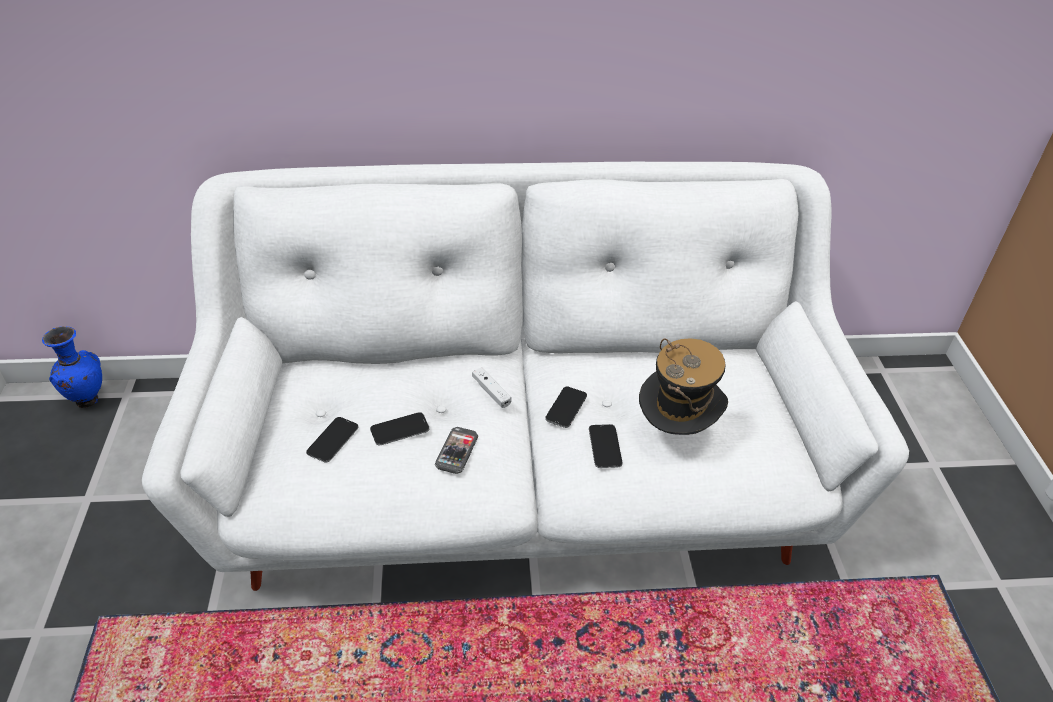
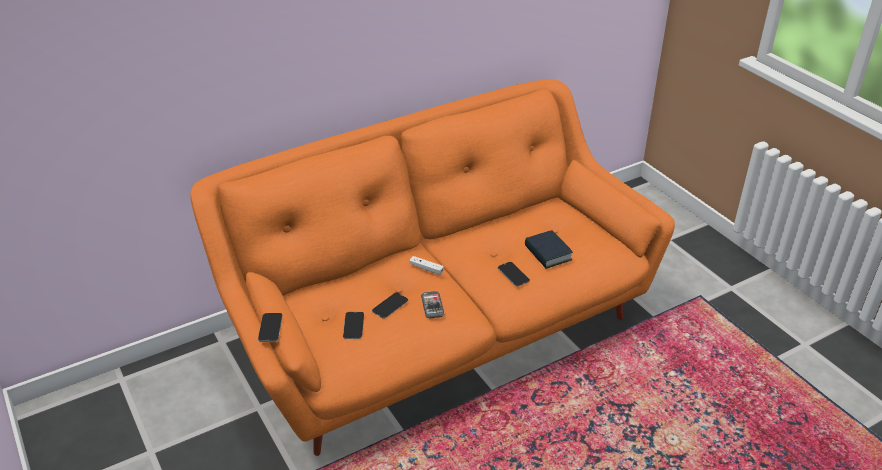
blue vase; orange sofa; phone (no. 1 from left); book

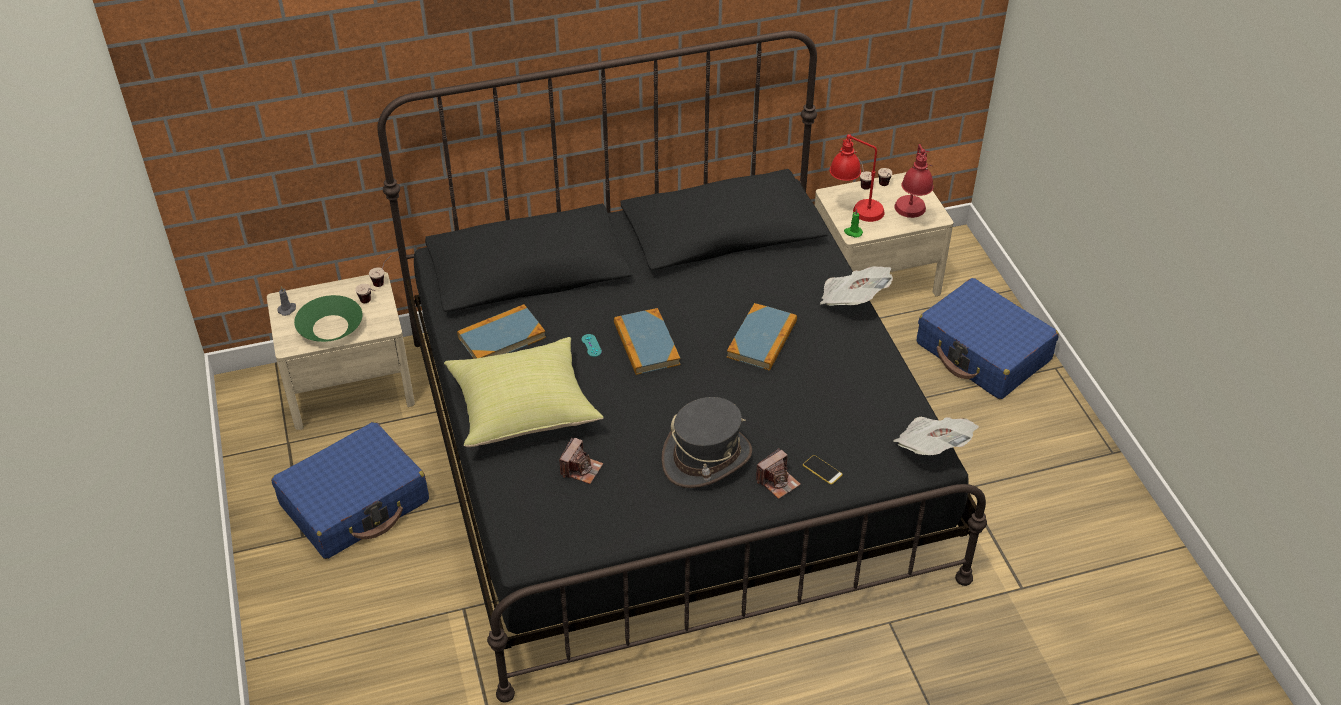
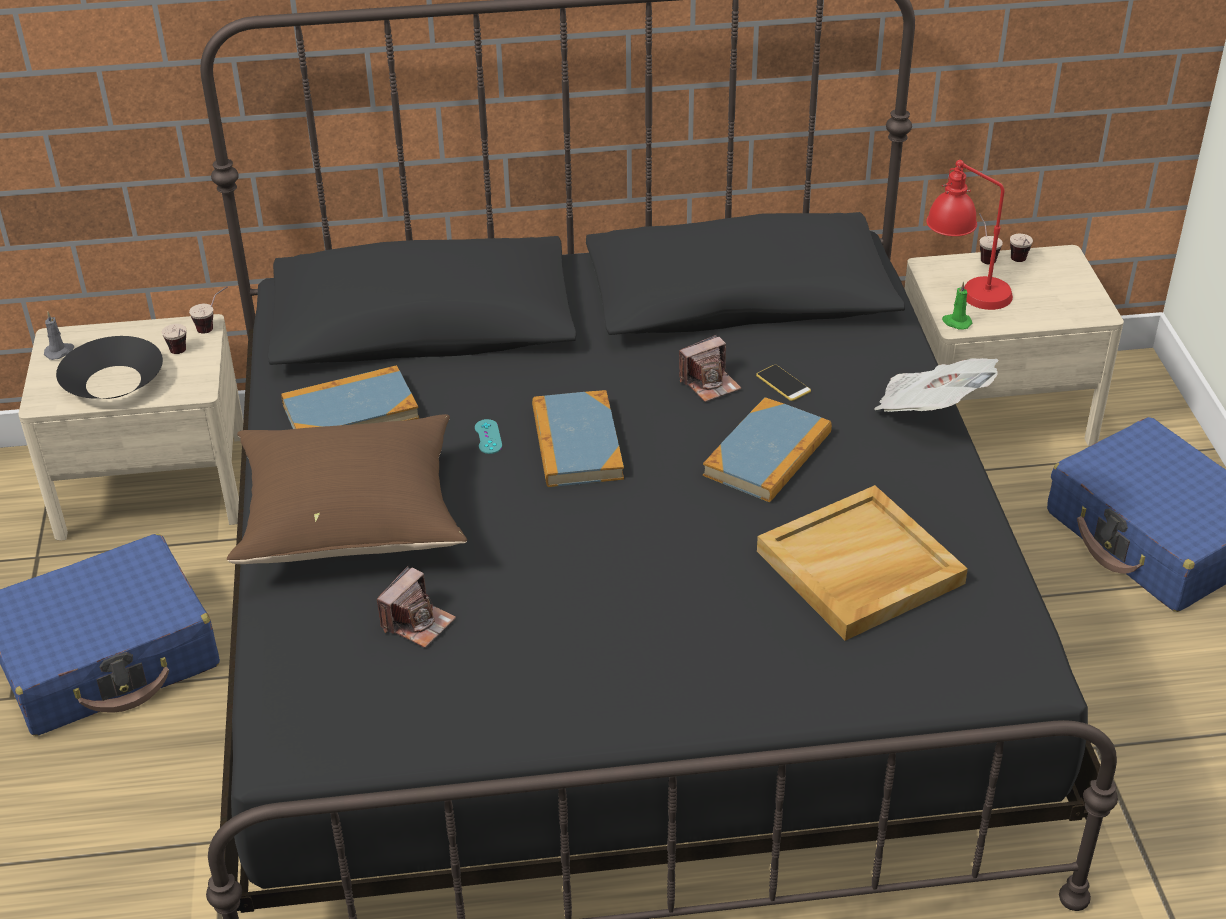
black bowl; brown pillow; grey hat; photo camera (no. 2 from left); phone; newspaper (no. 2 from left in the first image); red table lamp (no. 2 from left in the first image); beige tray

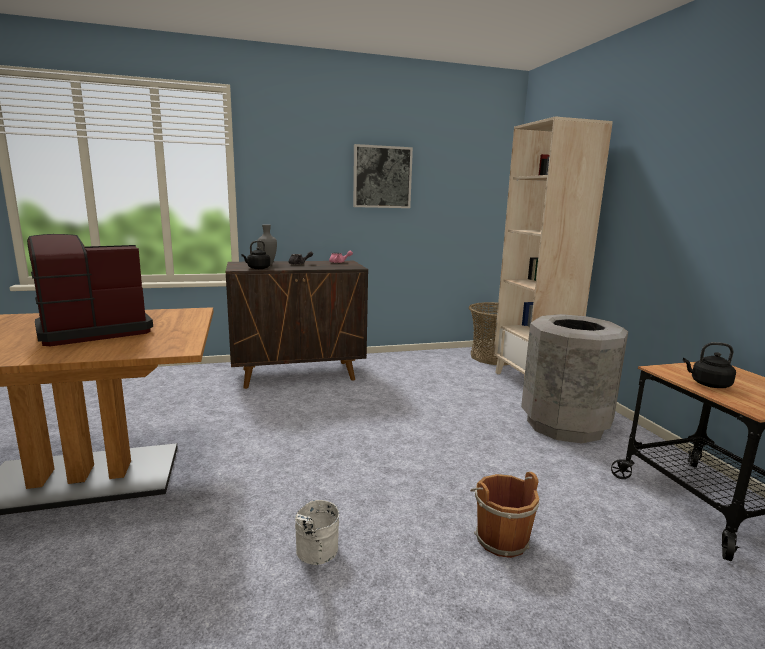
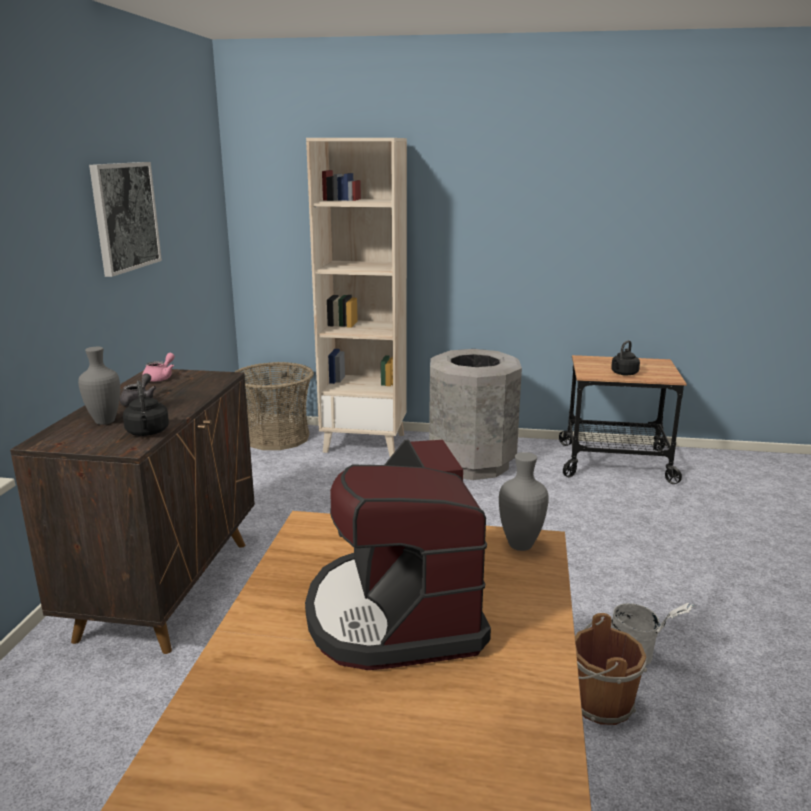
brown bucket; grey vase (no. 2 from left)

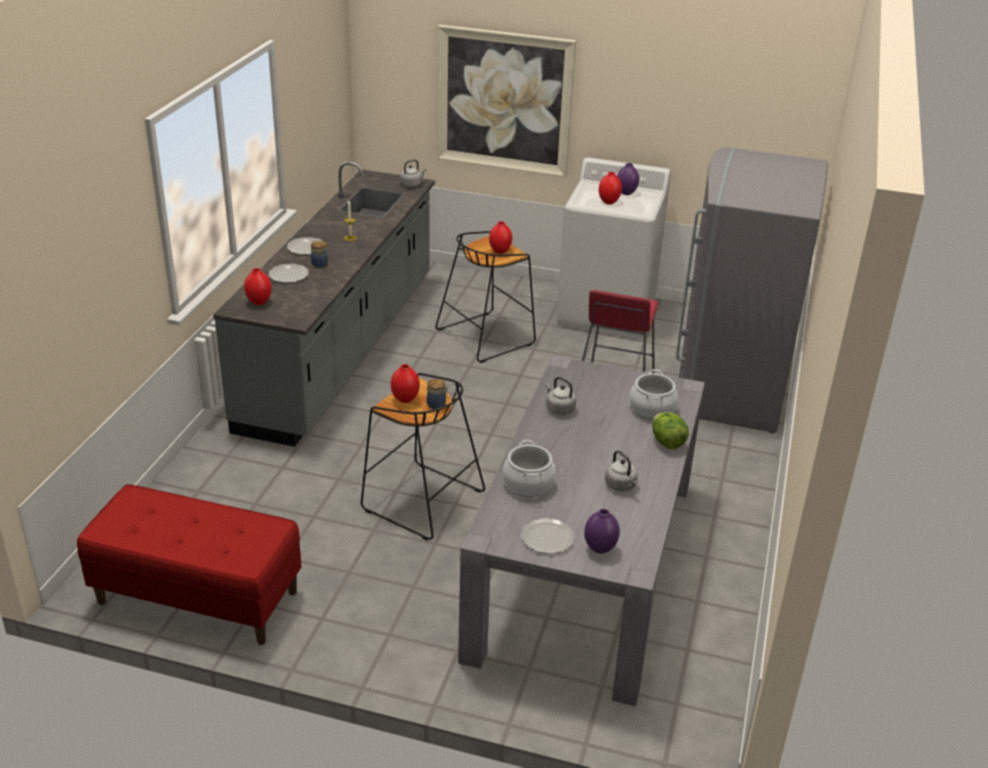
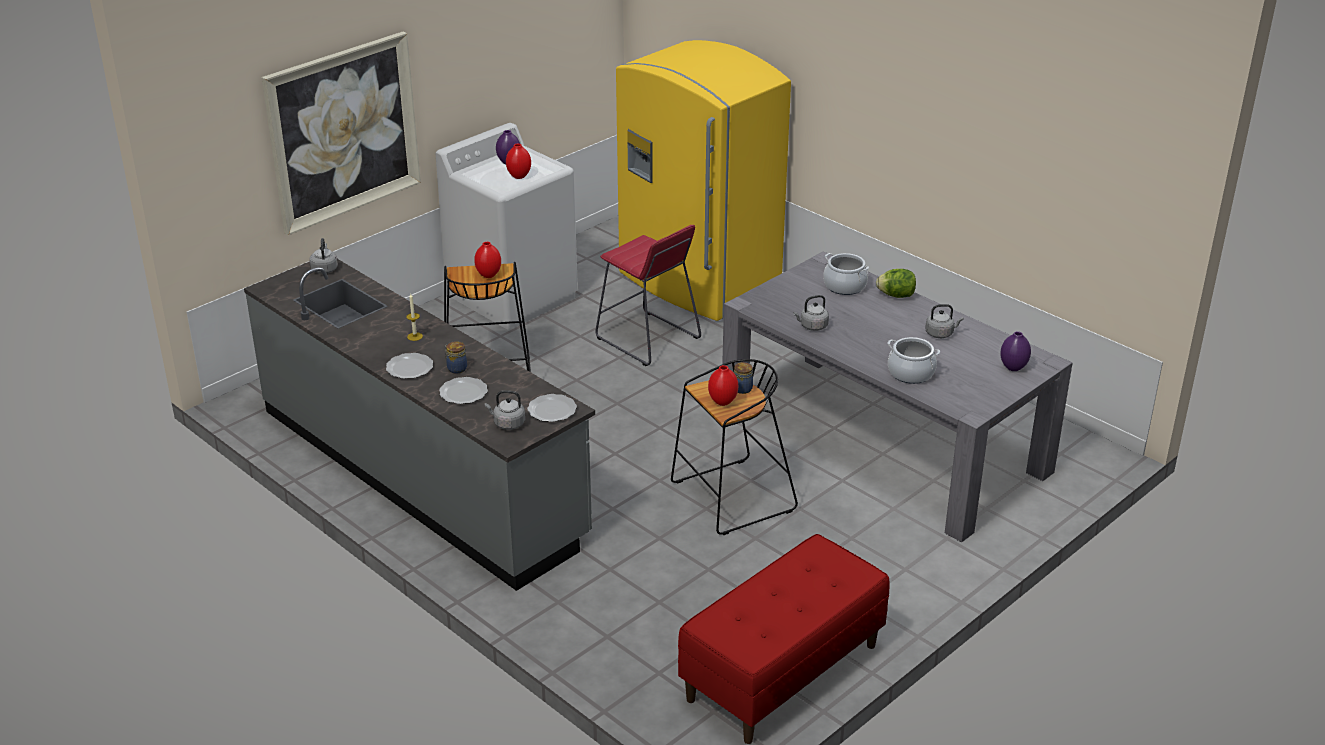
grey kettle (no. 2 from left); plate (no. 3 from left); yellow fridge

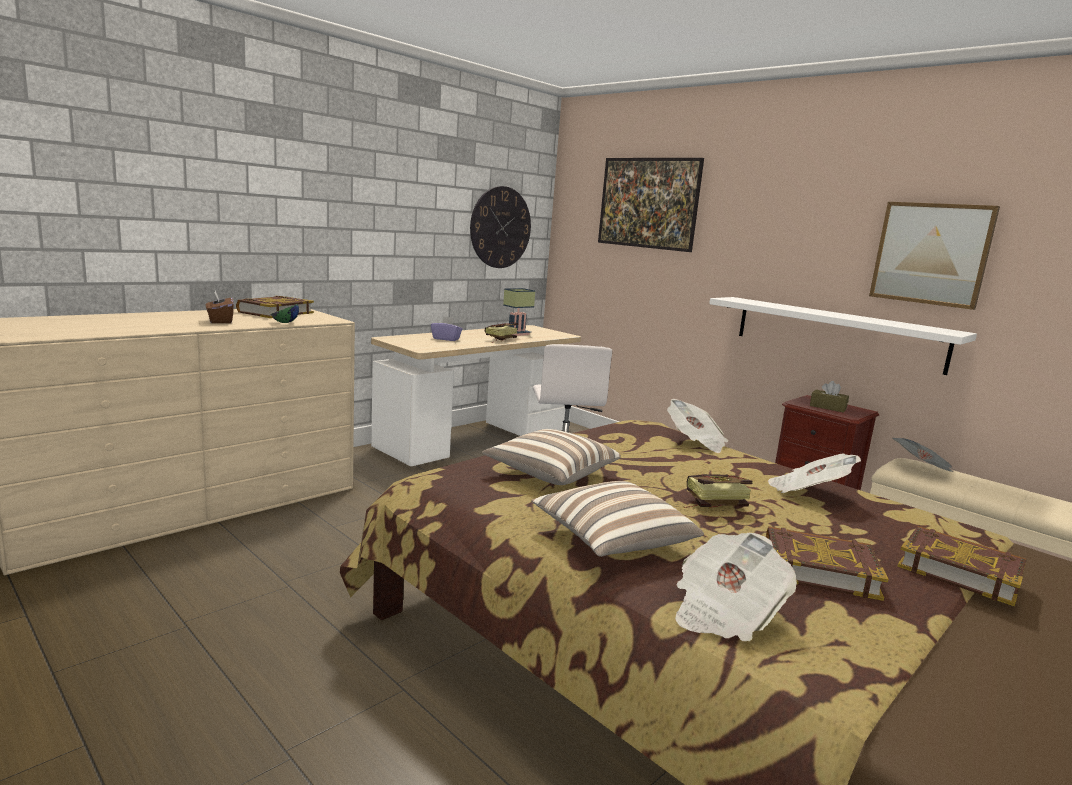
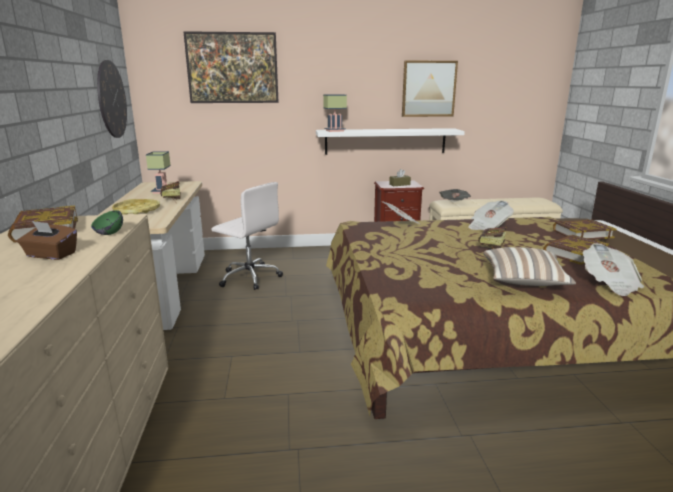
yellow tray; pillow (no. 1 from left in the first image); table lamp (no. 2 from left)

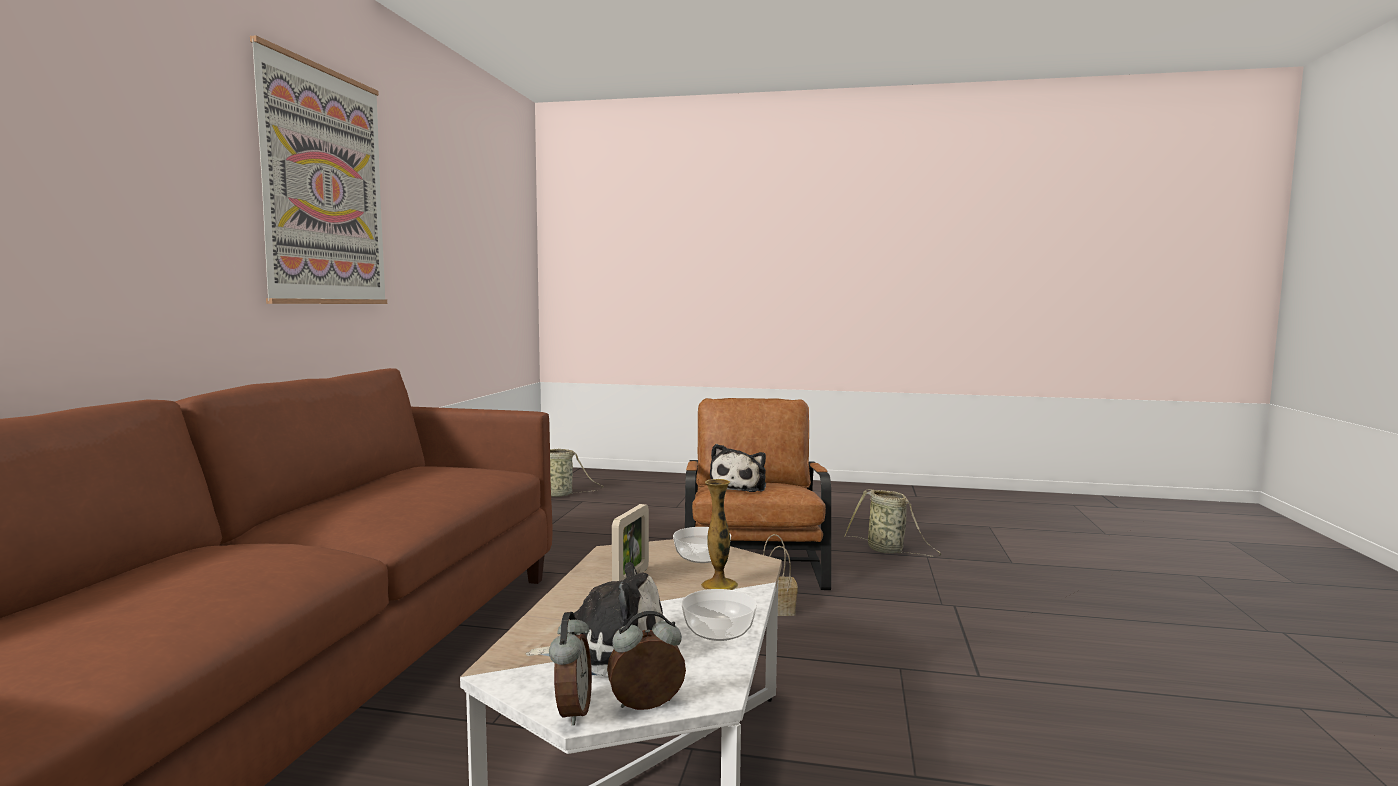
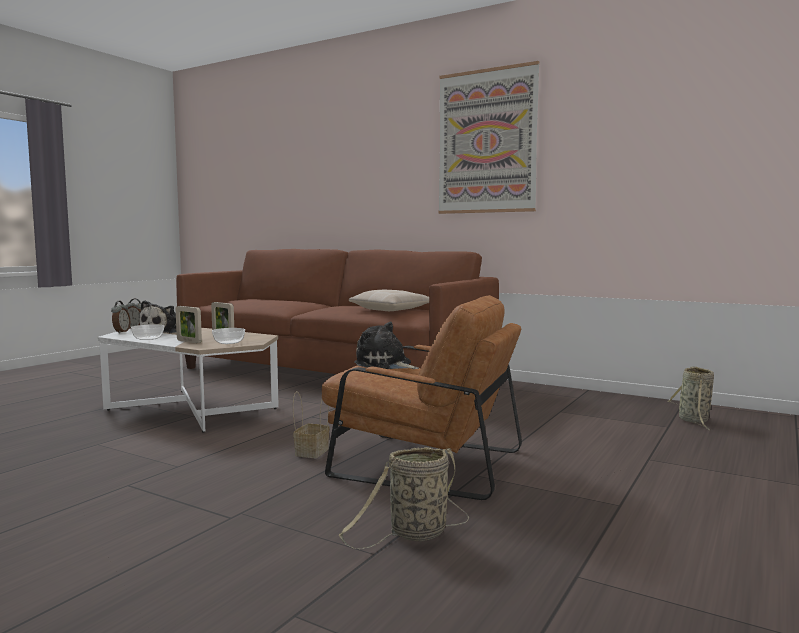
picture frame (no. 1 from left); beige pillow

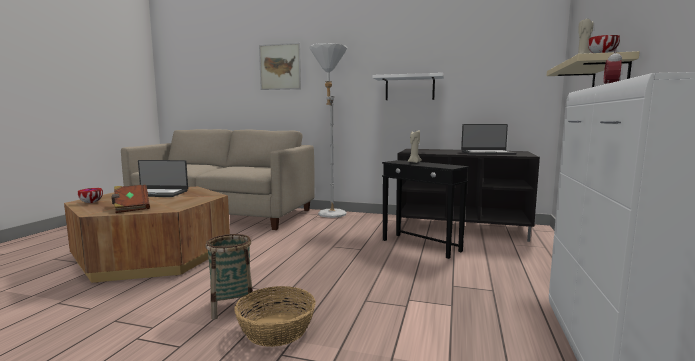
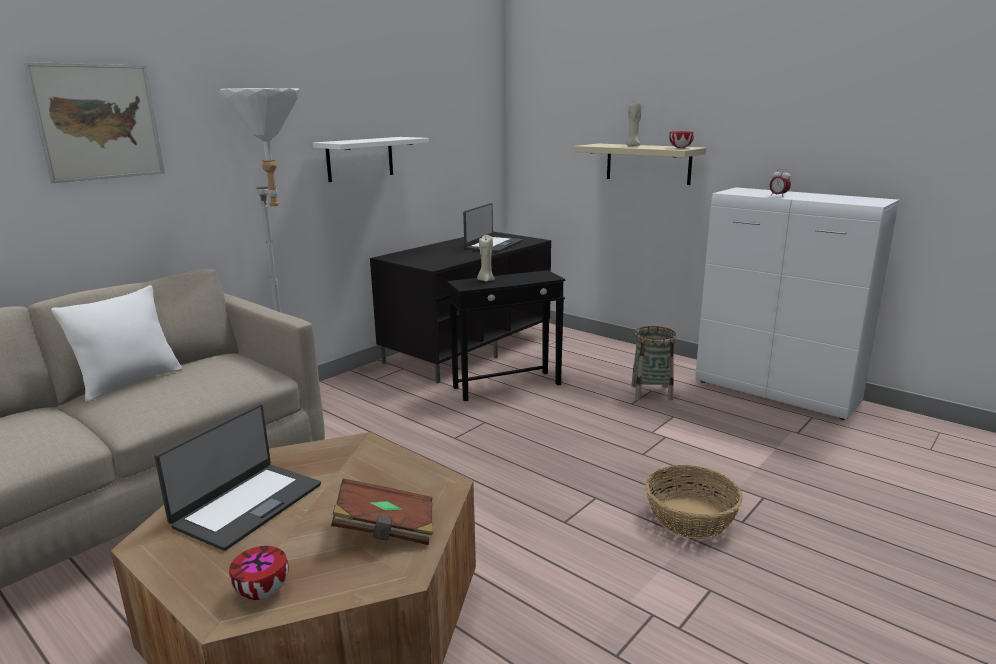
basket (no. 1 from left); white pillow

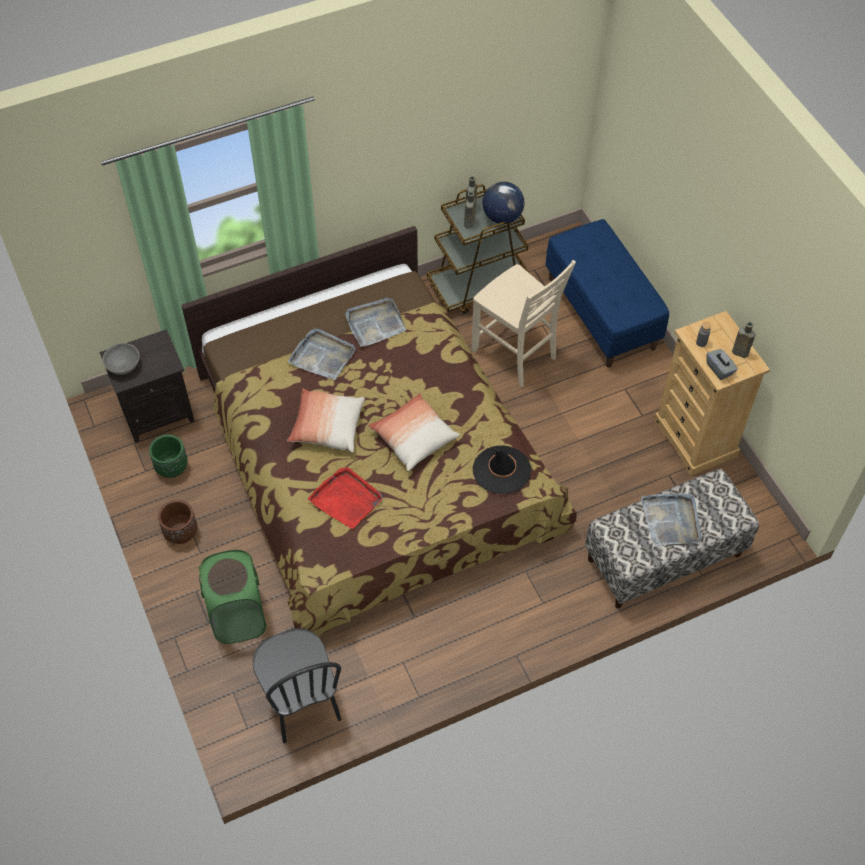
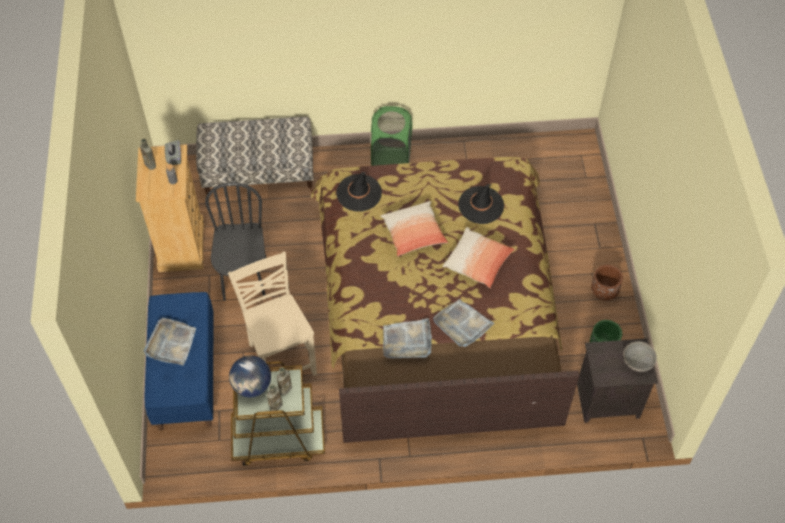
green laundry basket; black chair; black hat (no. 2 from left); grey tray (no. 1 from left)

